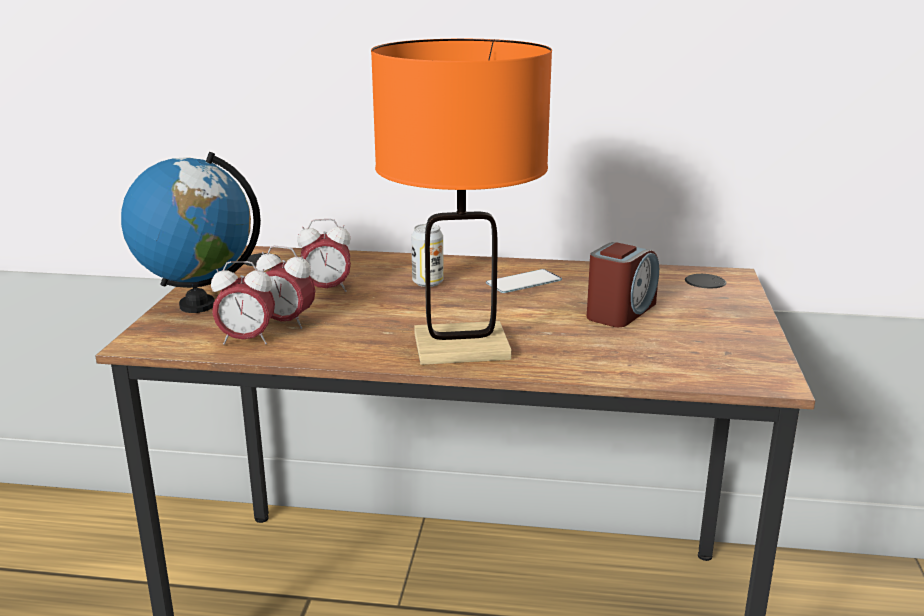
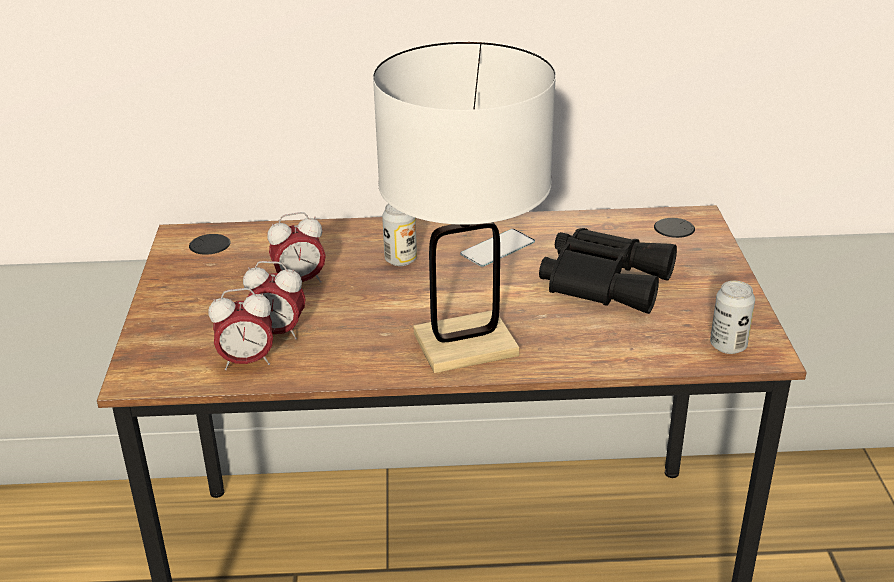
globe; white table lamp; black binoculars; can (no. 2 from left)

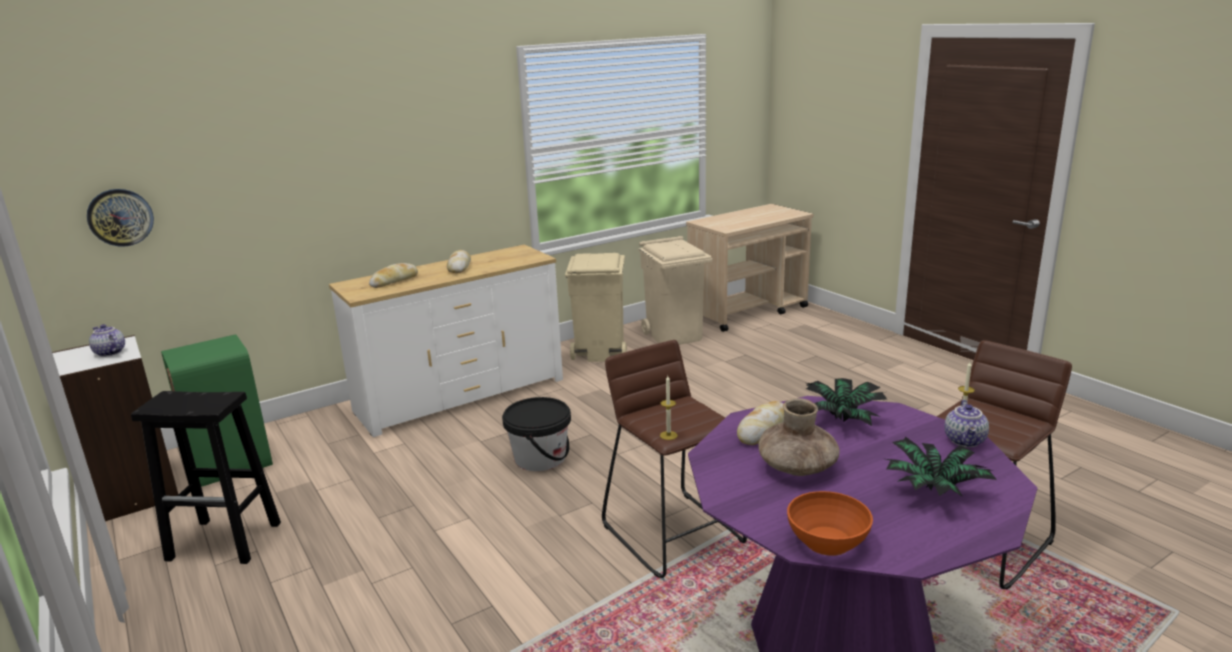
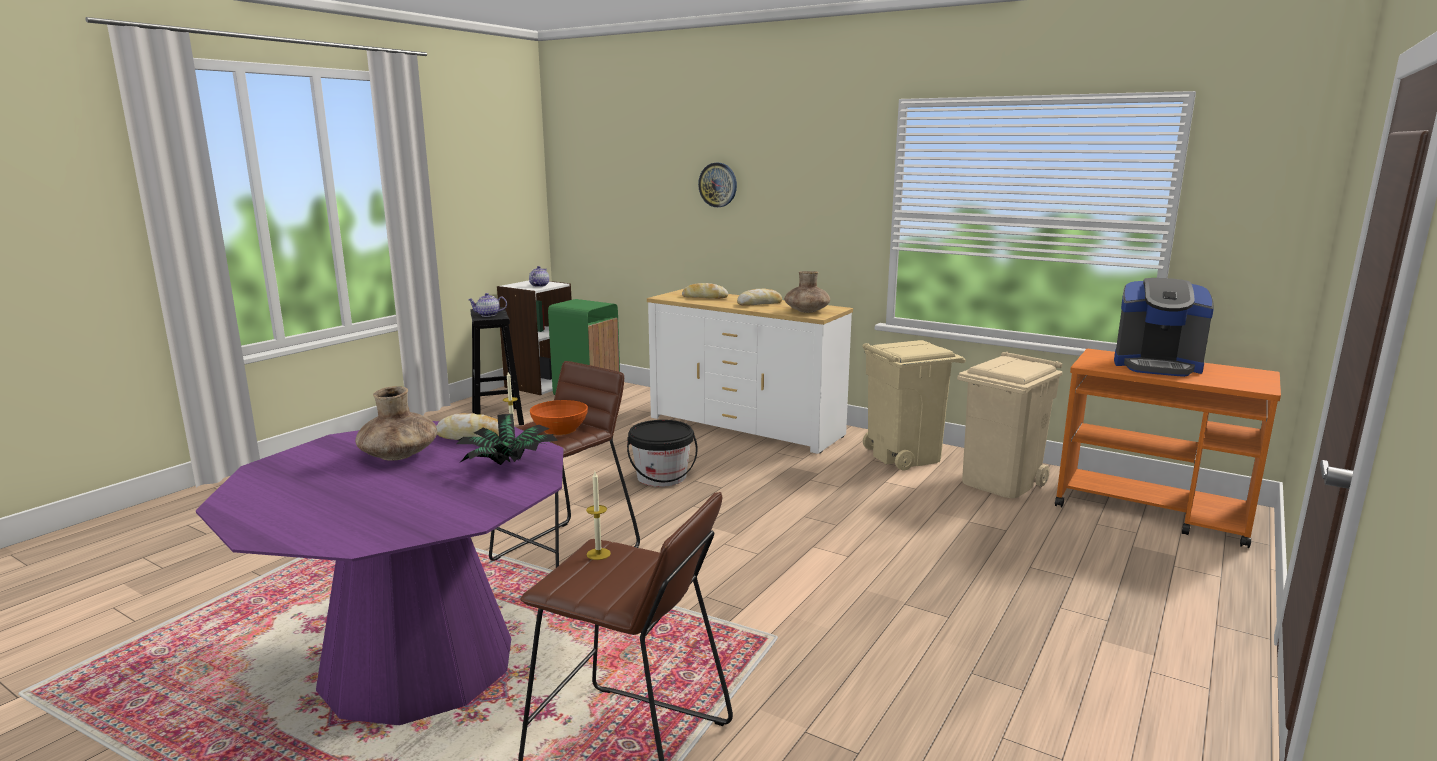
wall clock; orange cart; orange bowl; potted plant (no. 2 from left in the first image); teapot (no. 1 from left); brown vase (no. 2 from left); coffee machine

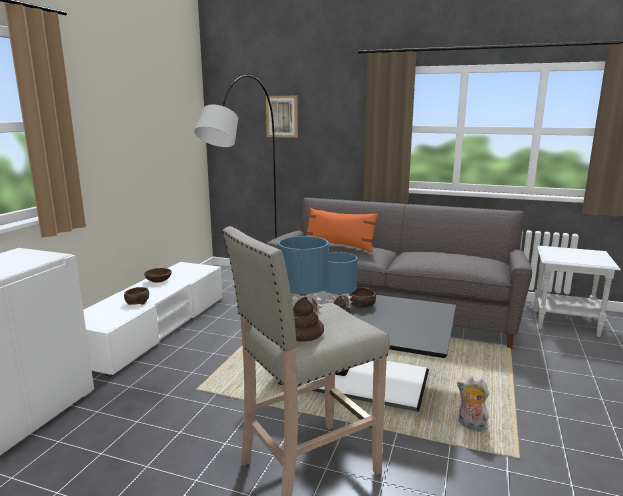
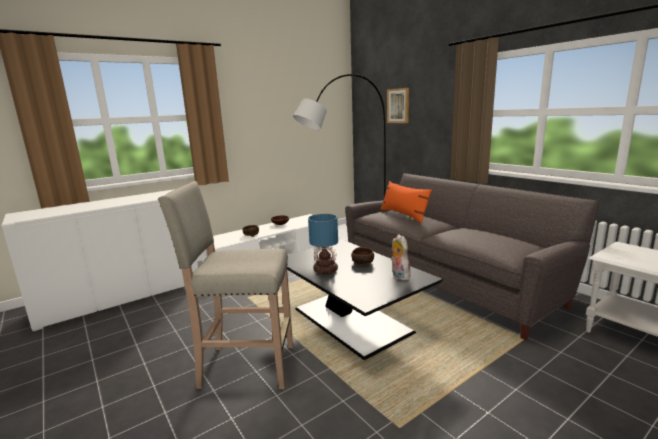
table lamp (no. 1 from left in the first image); plush toy

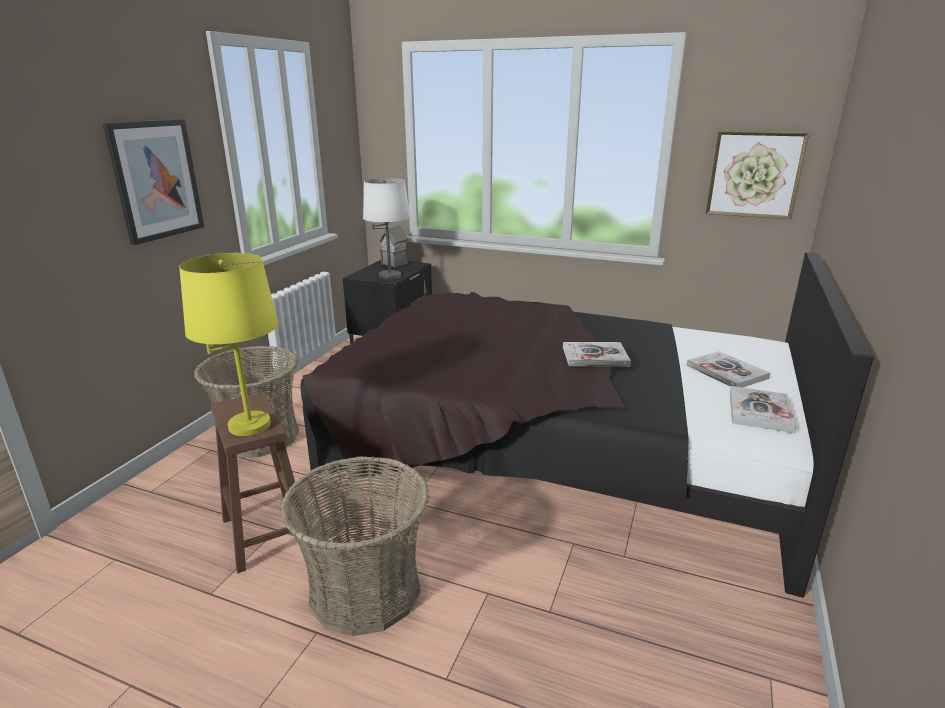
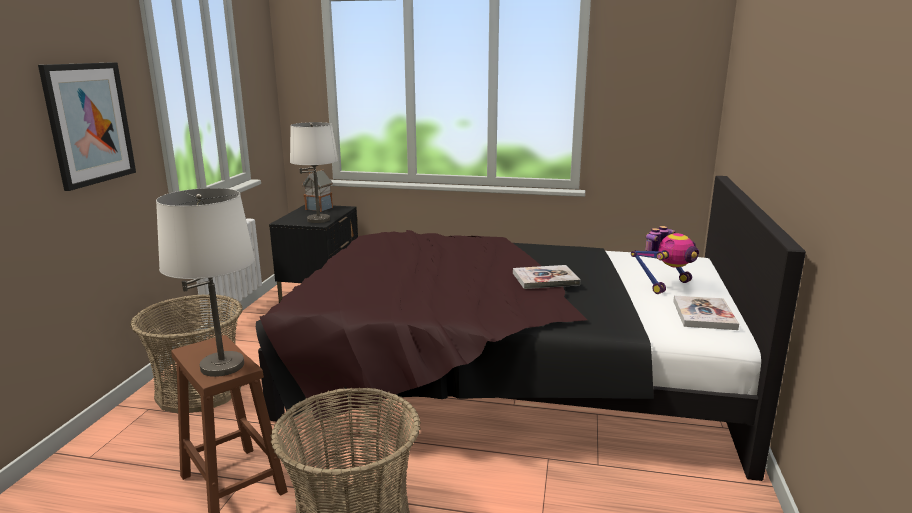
white table lamp (no. 1 from left); toy robot; picture (no. 2 from left in the first image)

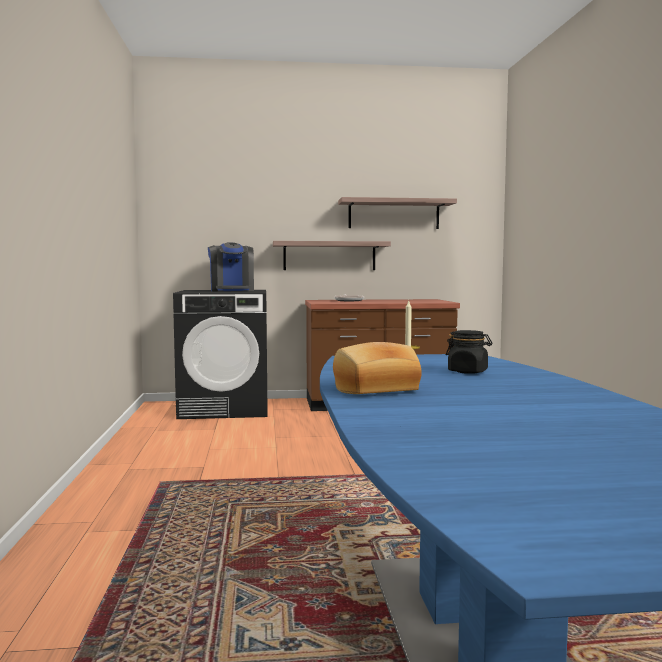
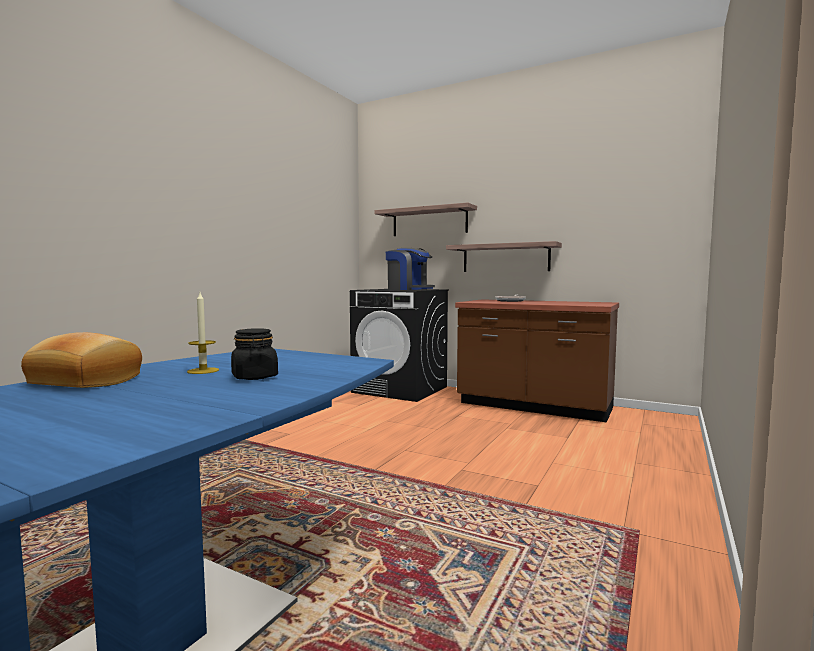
coffee machine; shelf (no. 1 from left)

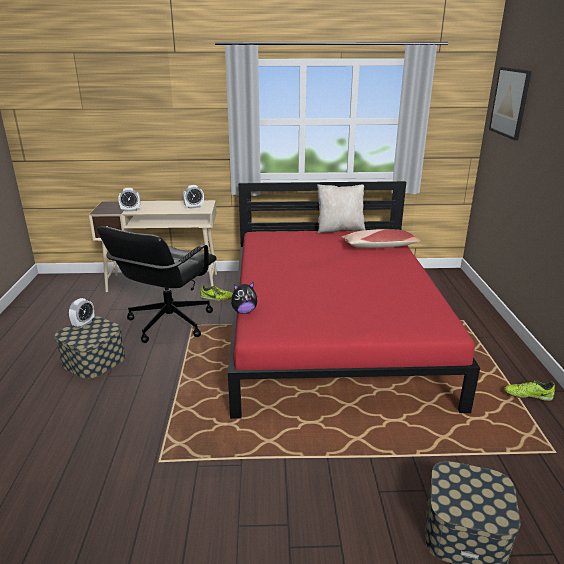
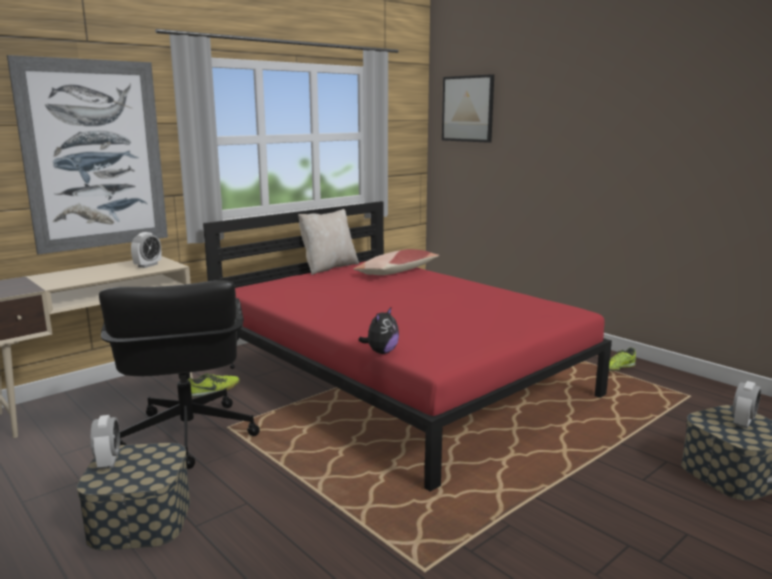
alarm clock (no. 3 from left); picture (no. 1 from left)

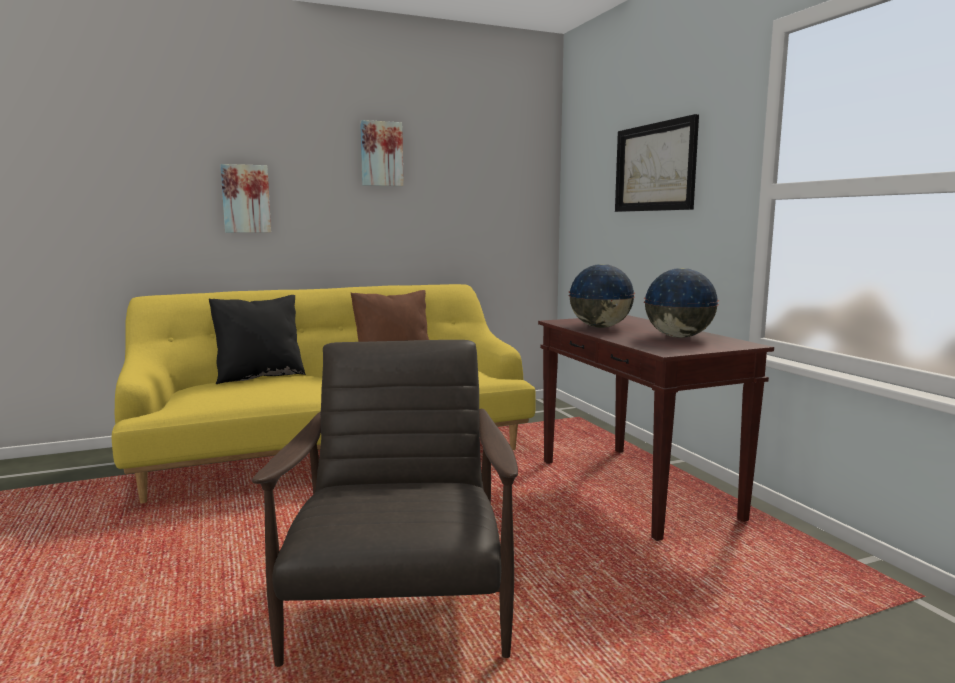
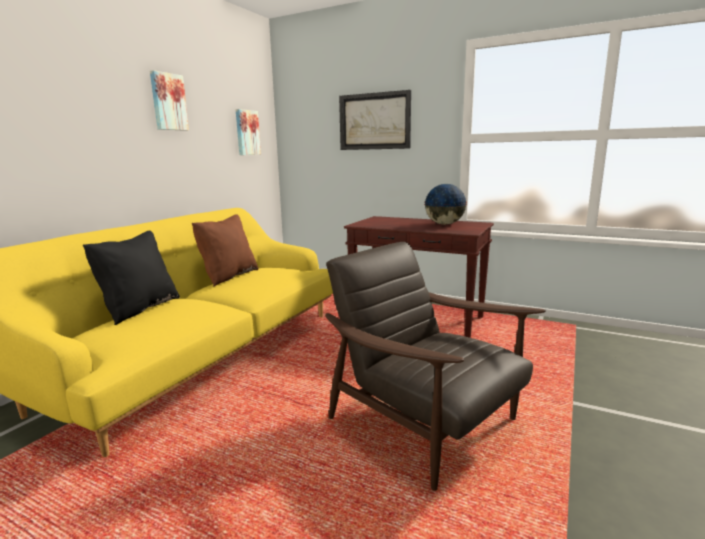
picture (no. 2 from left); globe (no. 1 from left in the first image)

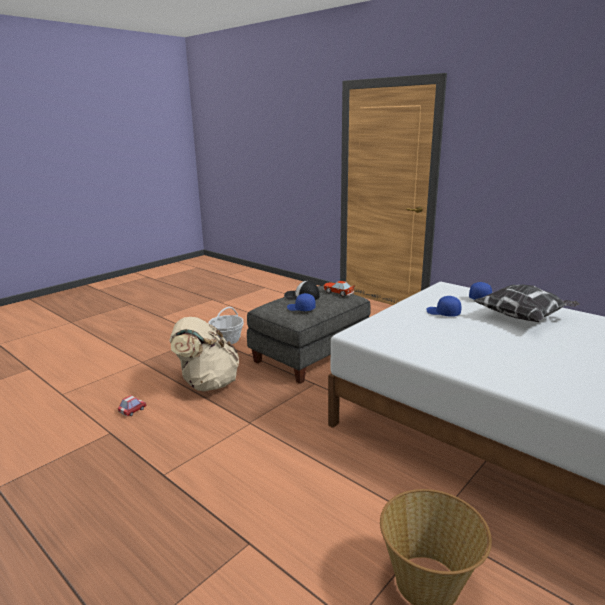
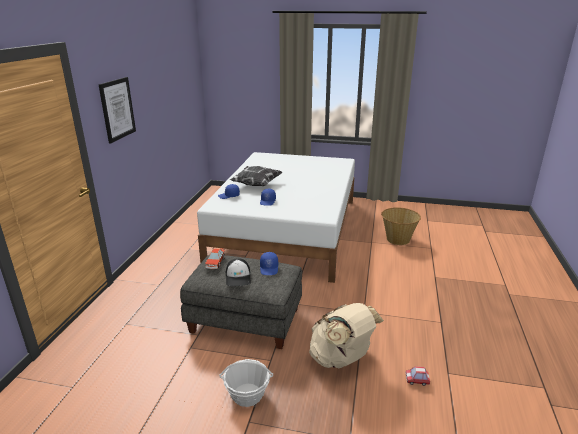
picture

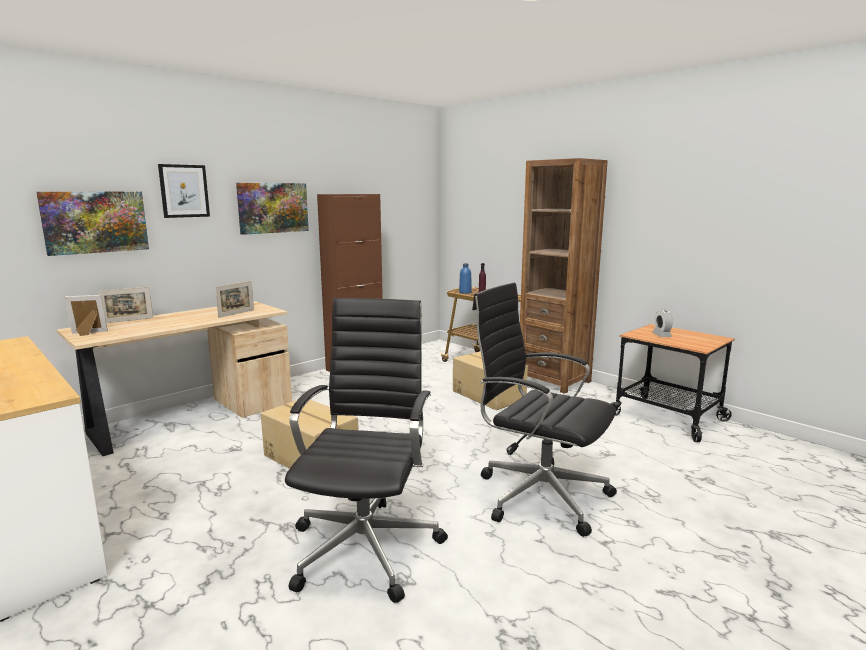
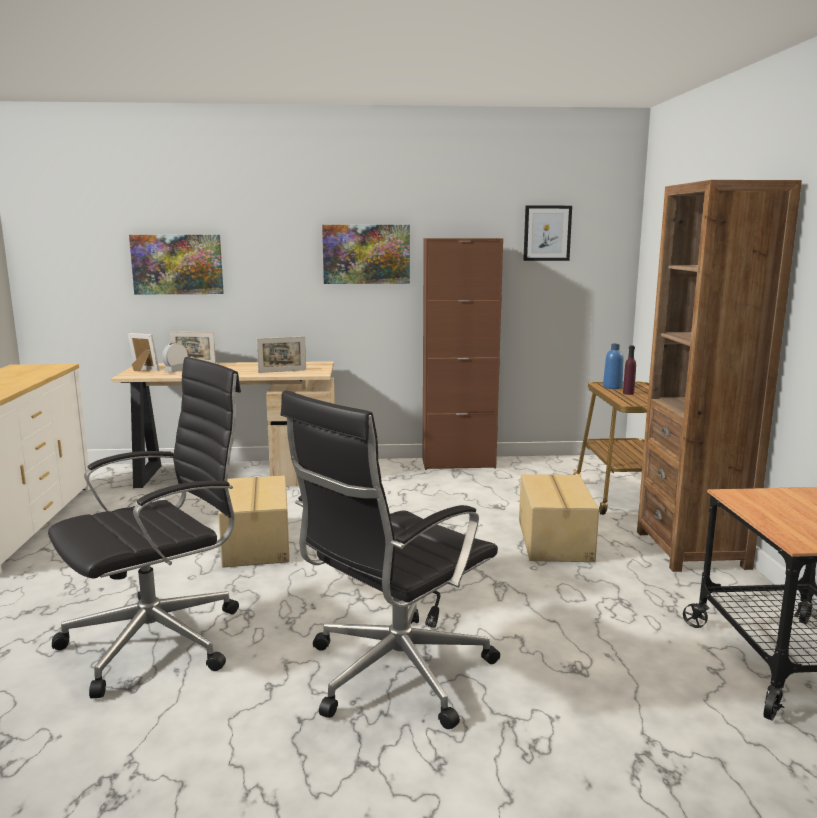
picture (no. 3 from left); black office chair (no. 2 from left); alarm clock

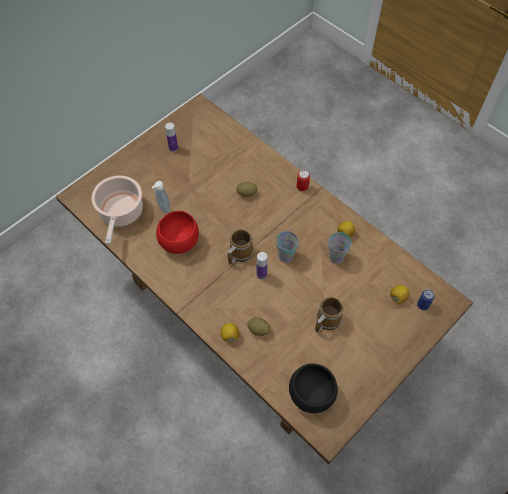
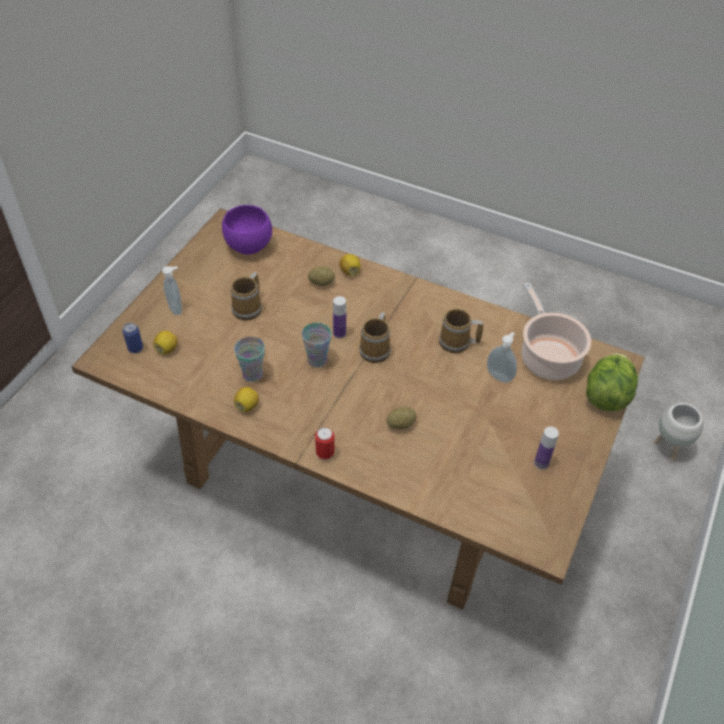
mug (no. 3 from left); purple bowl; soap dispenser (no. 1 from left); lettuce; white planter

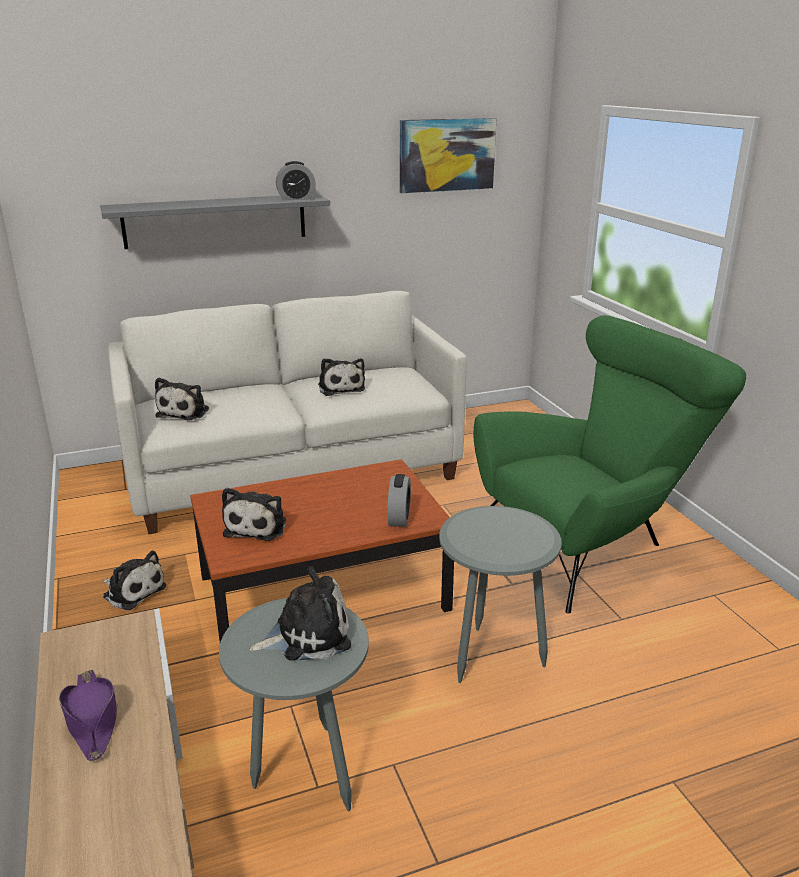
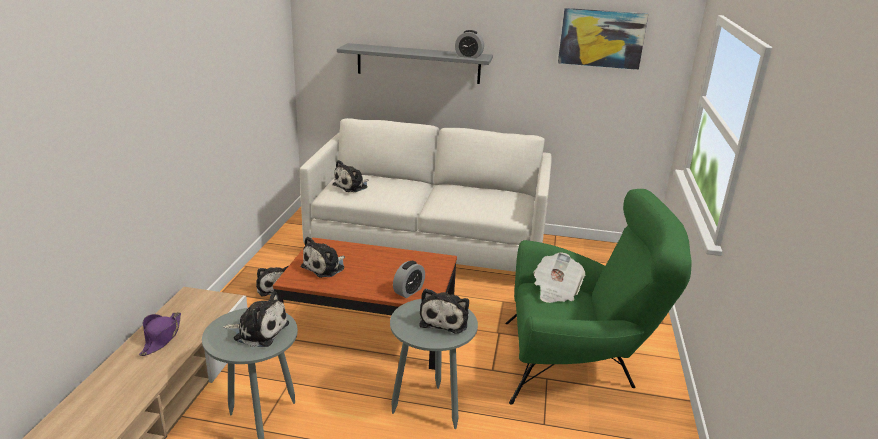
plush toy (no. 5 from left); newspaper

